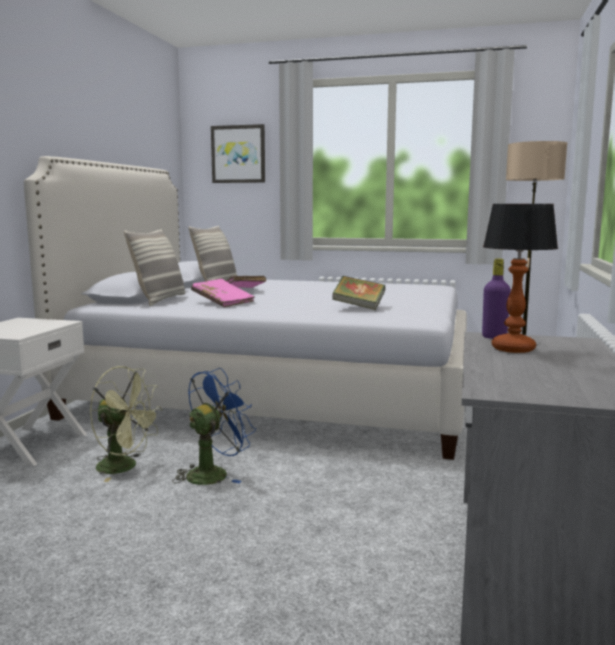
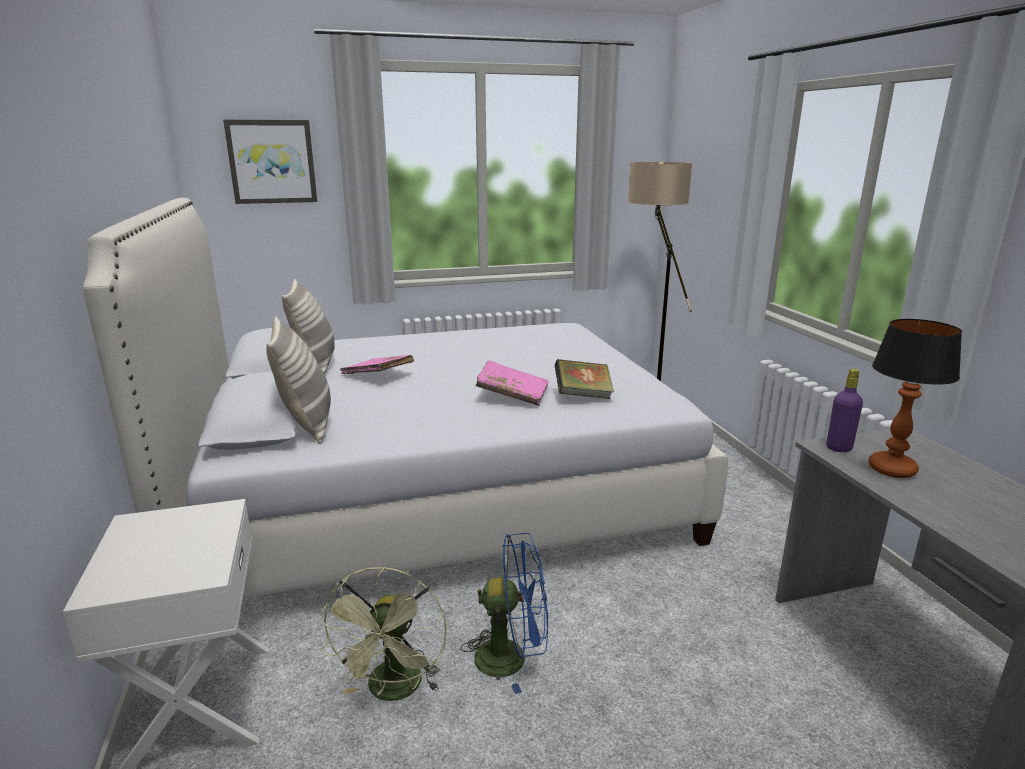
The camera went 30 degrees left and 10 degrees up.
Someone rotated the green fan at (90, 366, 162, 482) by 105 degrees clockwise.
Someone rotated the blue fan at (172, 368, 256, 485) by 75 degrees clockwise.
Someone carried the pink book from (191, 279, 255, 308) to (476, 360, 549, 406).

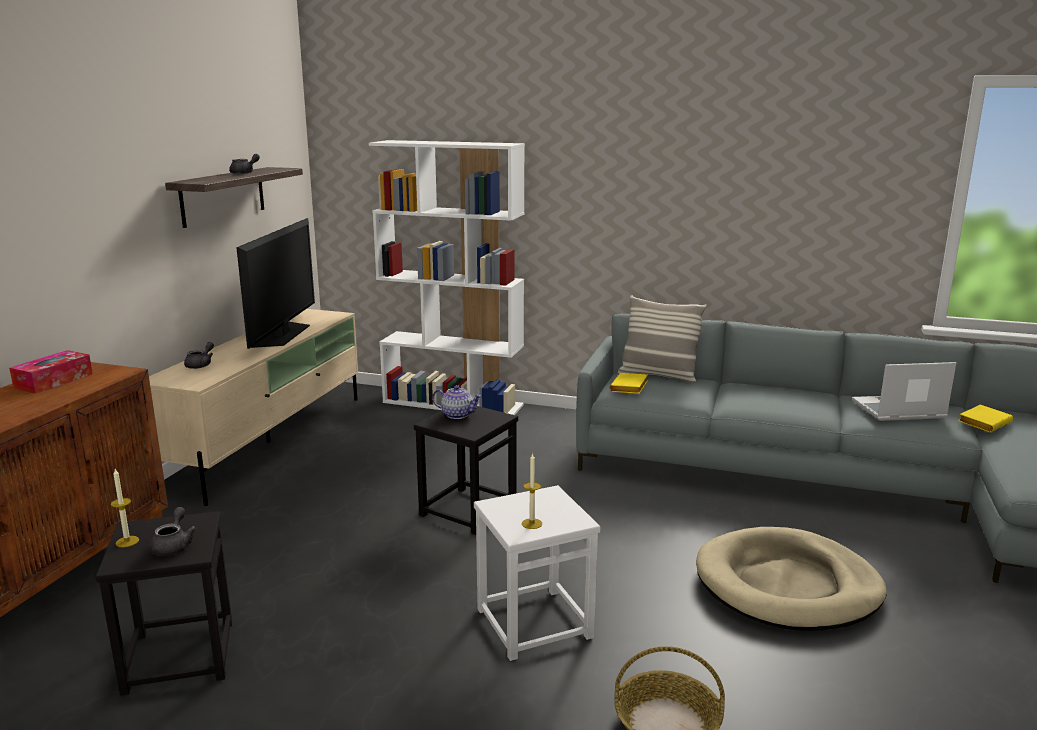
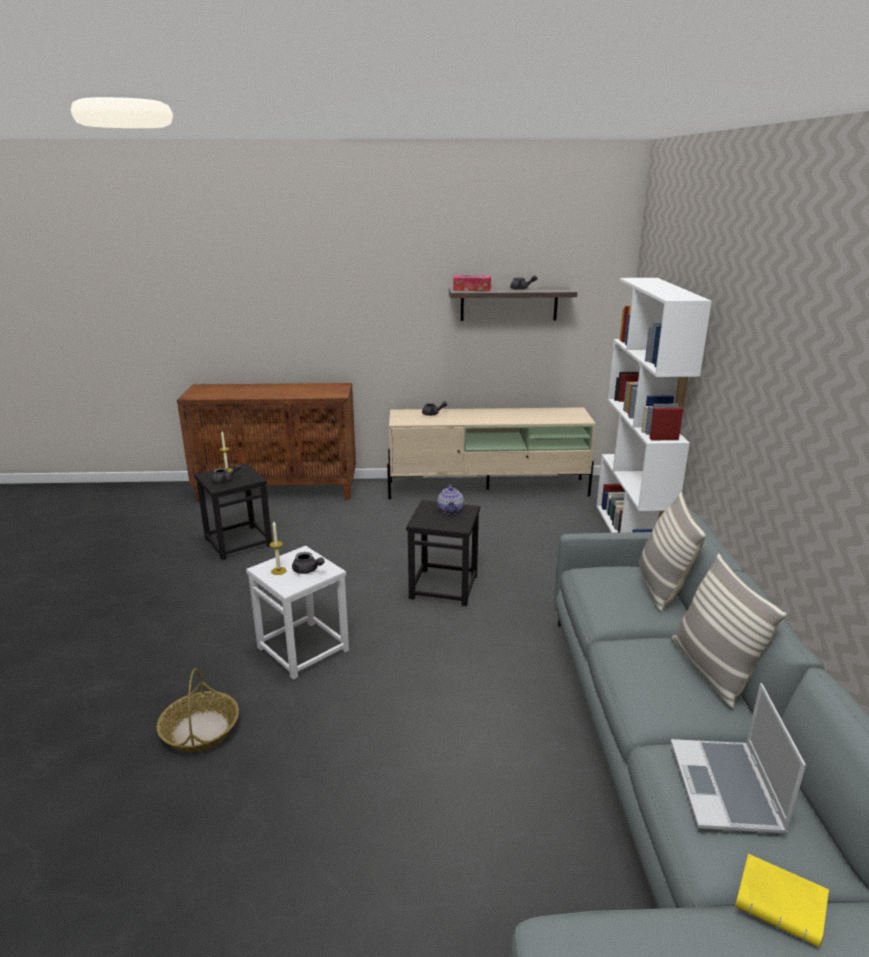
The camera went 70 degrees right and 5 degrees up.
Someone put down the grey teapot at (292, 552, 325, 574).
Someone carried the tissue box from (9, 350, 93, 394) to (453, 275, 491, 291).
Someone put down the pillow at (671, 554, 787, 708).
Someone rotated the laptop at (852, 362, 956, 421) by 150 degrees counterclockwise.
Someone took away the television at (236, 218, 315, 349).
Someone took away the yellow book at (610, 373, 648, 394).
Someone took away the beige dog bed at (696, 527, 887, 631).

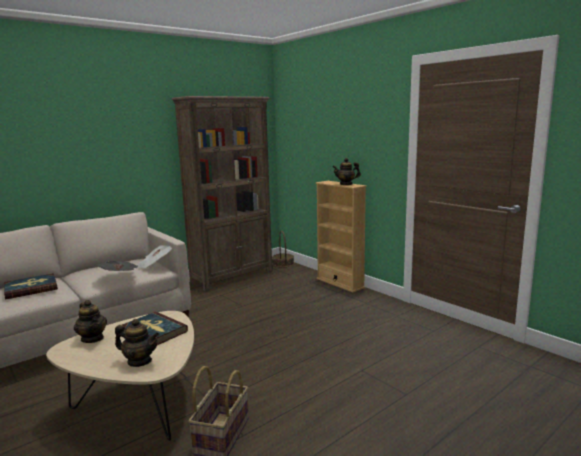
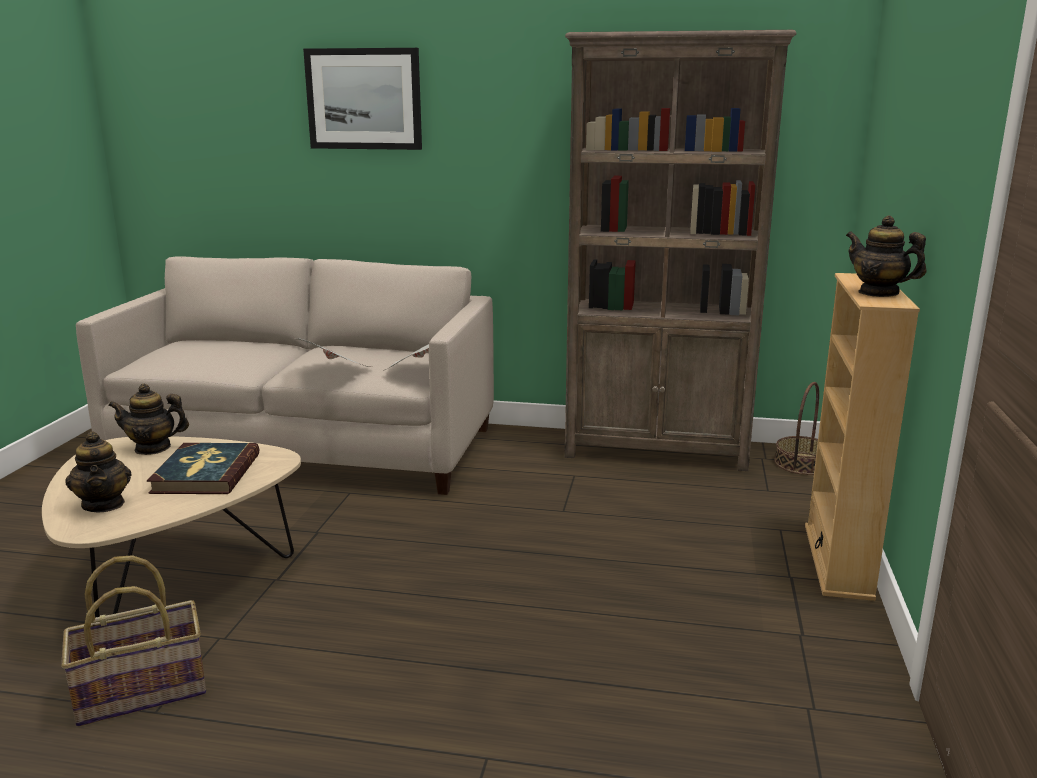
The camera went 50 degrees right and 5 degrees up.
Someone rotated the teapot at (74, 300, 107, 343) by 75 degrees clockwise.
Someone put up the picture at (303, 48, 422, 150).
Someone took away the book at (4, 273, 58, 300).

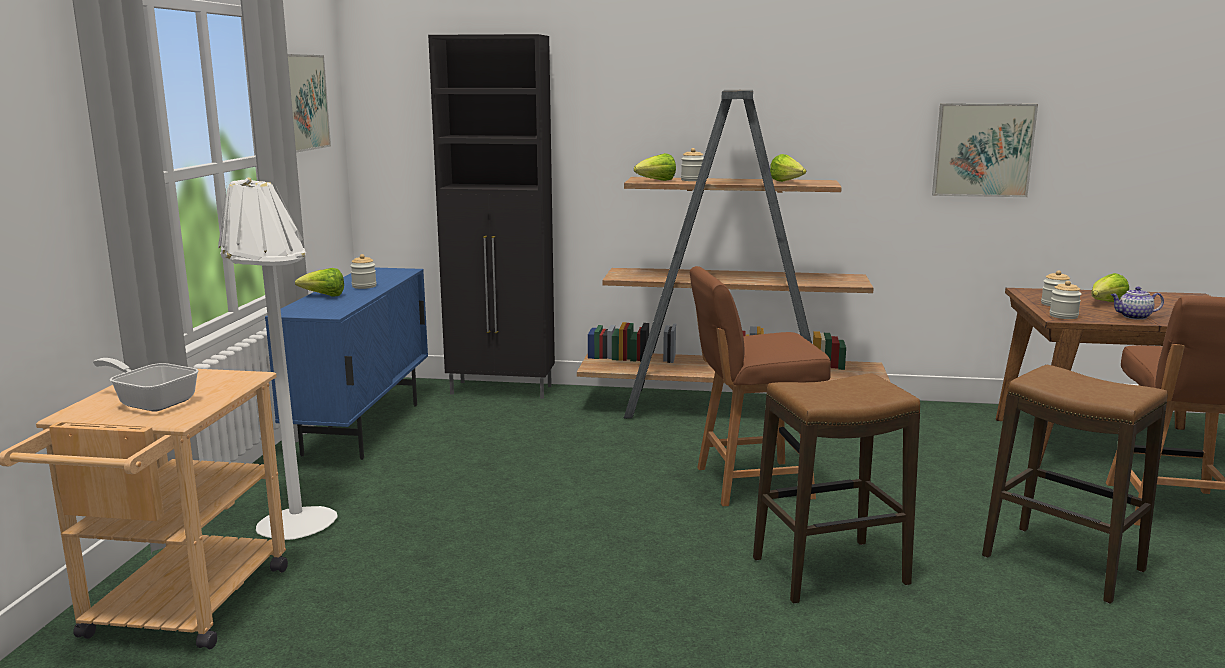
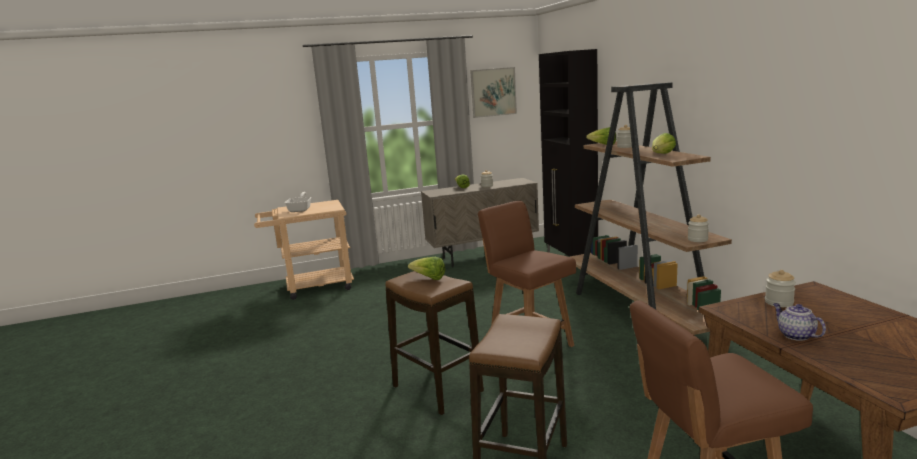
The camera went 65 degrees right and 0 degrees up.
Someone carried the lettuce from (1091, 273, 1129, 302) to (408, 257, 445, 280).
Someone repainted the blue cabinet at (265, 267, 428, 460), which became the beige cabinet at (421, 178, 539, 267).
Someone carried the jar from (1050, 281, 1082, 319) to (688, 215, 709, 242).
Someone took away the white floor lamp at (218, 178, 338, 540).
Someone took away the picture at (932, 103, 1038, 197).

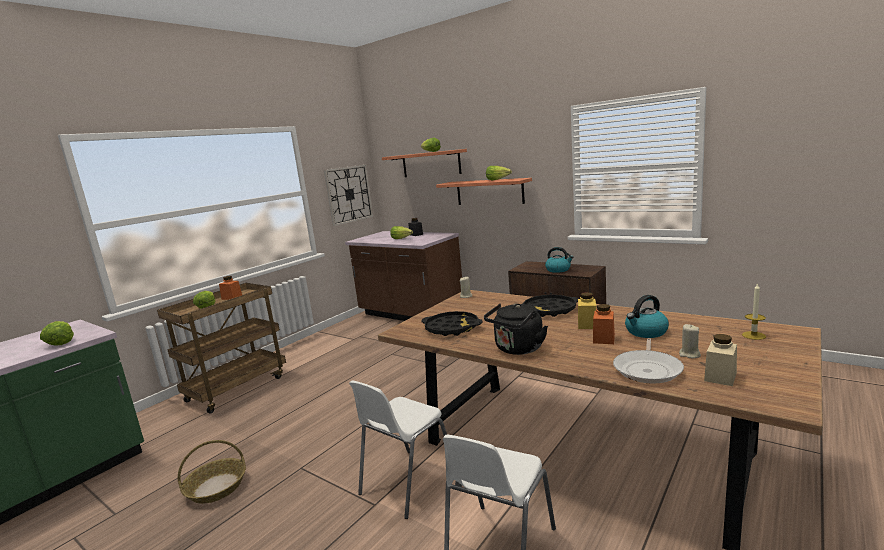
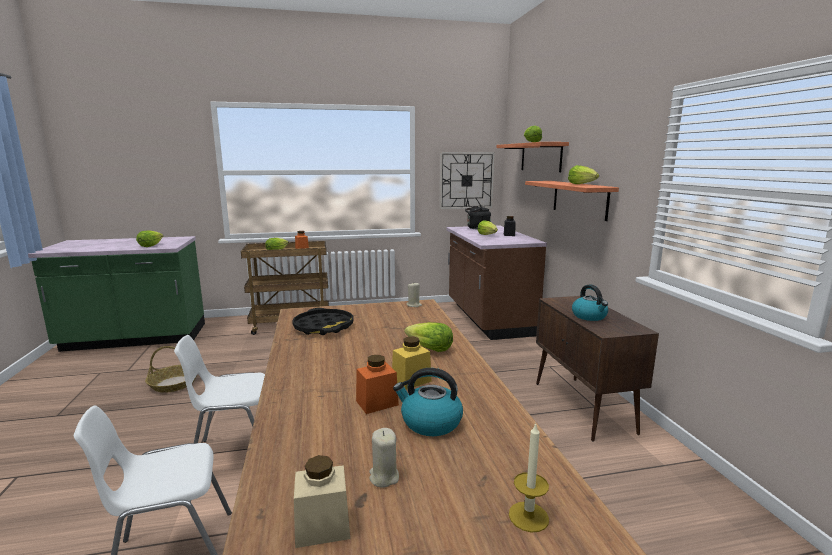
The camera went 40 degrees right and 0 degrees up.
Someone swapped the black tray at (523, 295, 579, 317) for the lettuce at (404, 322, 453, 352).
Someone carried the black kettle from (484, 303, 548, 355) to (465, 206, 491, 230).
Someone took away the frying pan at (613, 338, 684, 384).

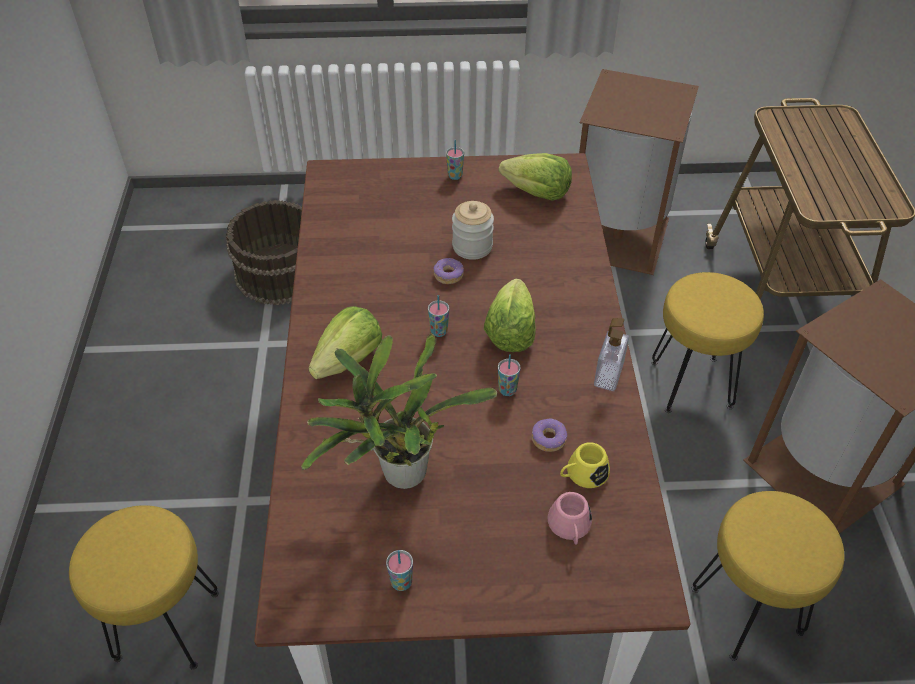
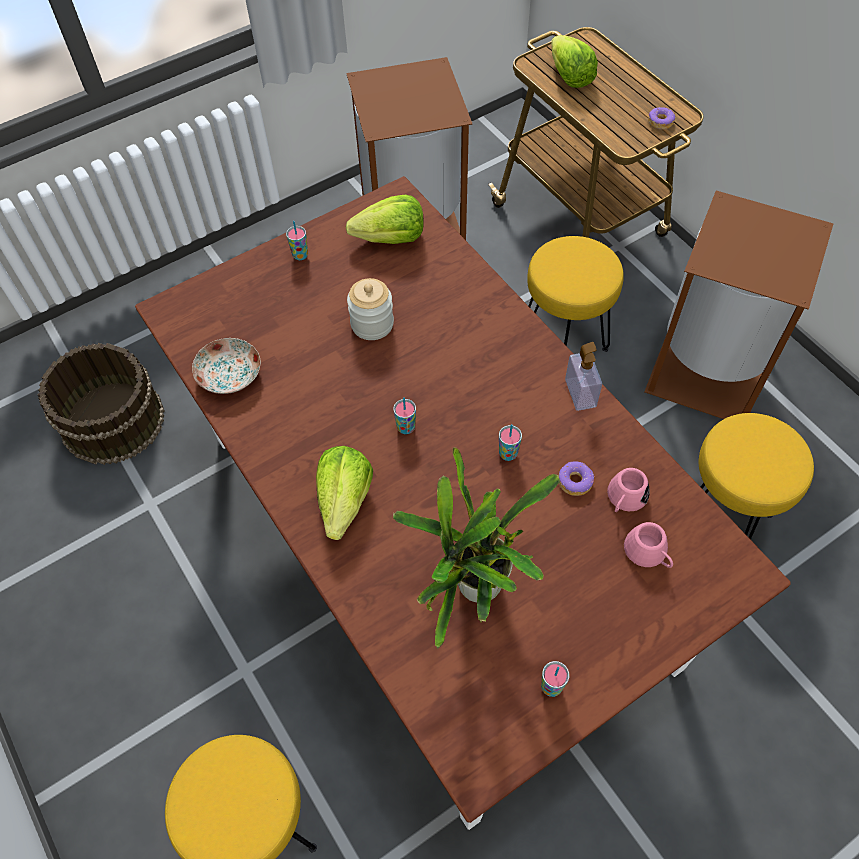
The camera went 30 degrees left and 10 degrees up.
Someone put down the plate at (192, 338, 261, 394).
Someone carried the lettuce from (484, 279, 536, 352) to (551, 35, 598, 88).
Someone repainted the yellow mug at (560, 442, 610, 488), which became the pink mug at (607, 468, 650, 512).
Someone carried the donut from (433, 258, 464, 284) to (648, 107, 675, 130).

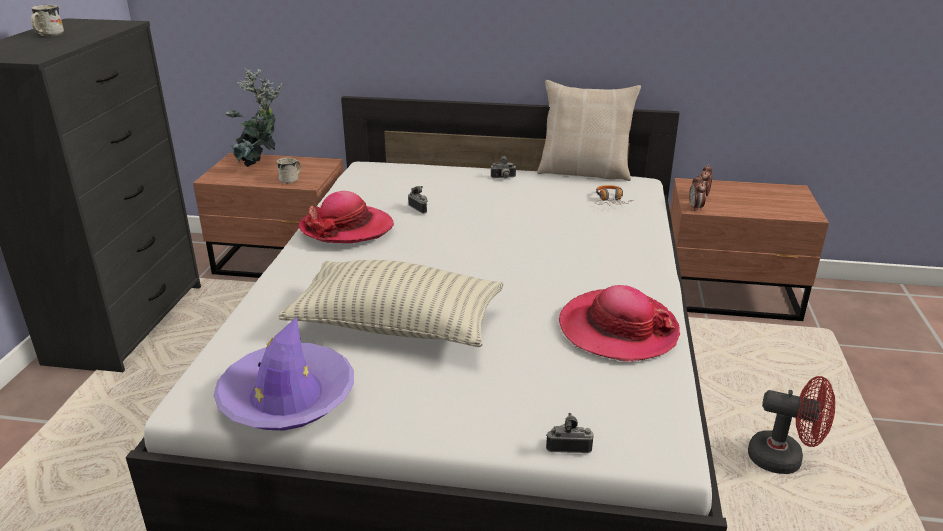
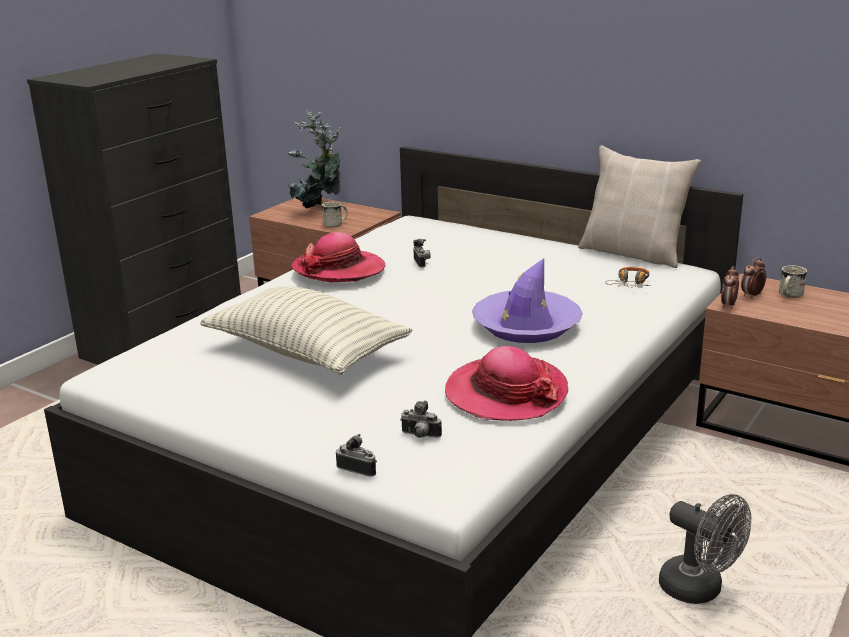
The camera went 25 degrees right and 5 degrees down.
Someone carried the photo camera from (491, 156, 516, 178) to (400, 401, 442, 438).
Someone carried the purple hat from (214, 317, 354, 430) to (472, 258, 583, 343).
Someone repainted the red fan at (748, 376, 835, 474), which became the grey fan at (659, 494, 751, 604).
Someone carried the white mug from (31, 5, 64, 36) to (779, 265, 807, 298).

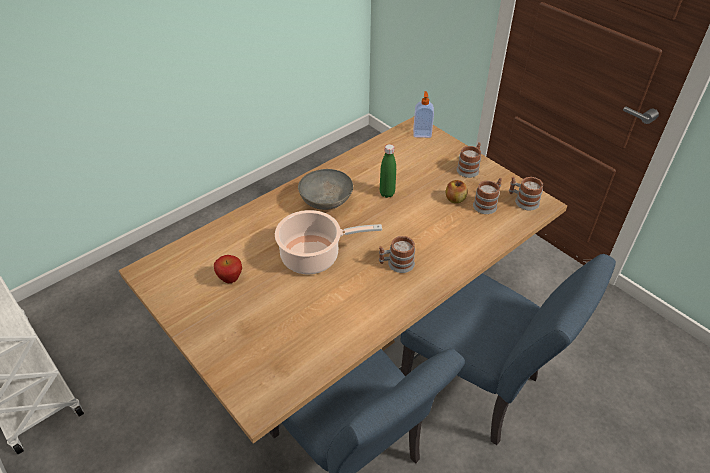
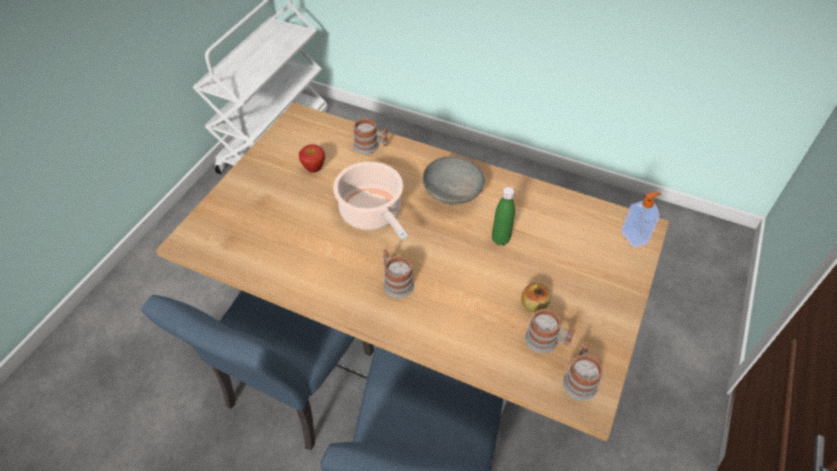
The camera went 65 degrees right and 5 degrees up.
Someone carried the mug from (457, 142, 481, 178) to (353, 118, 388, 154).

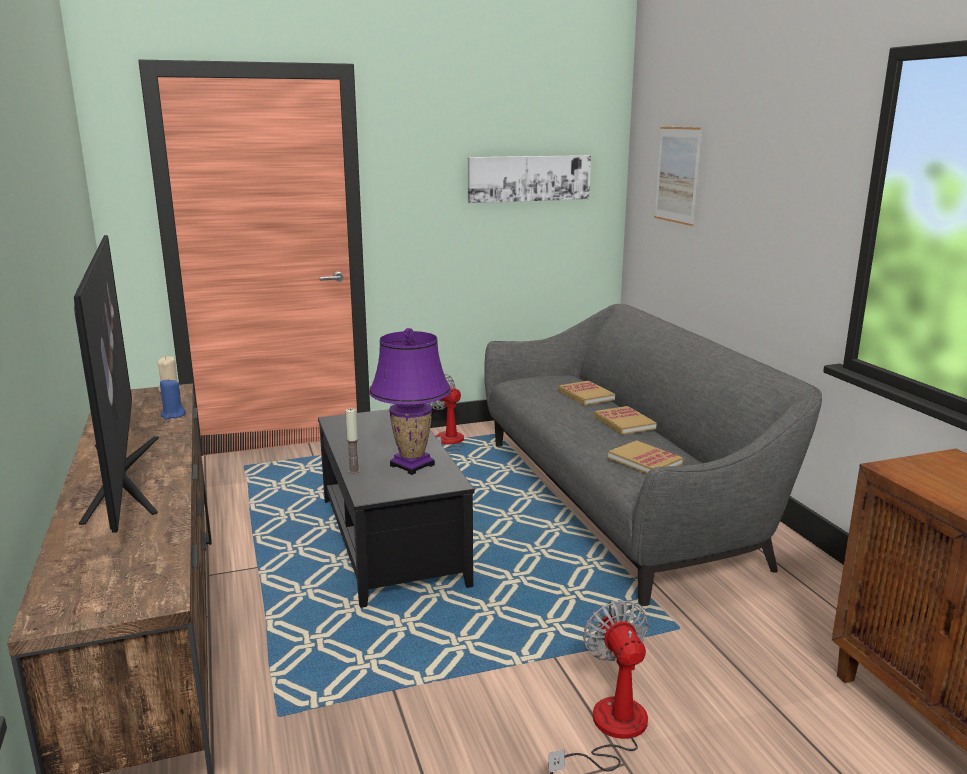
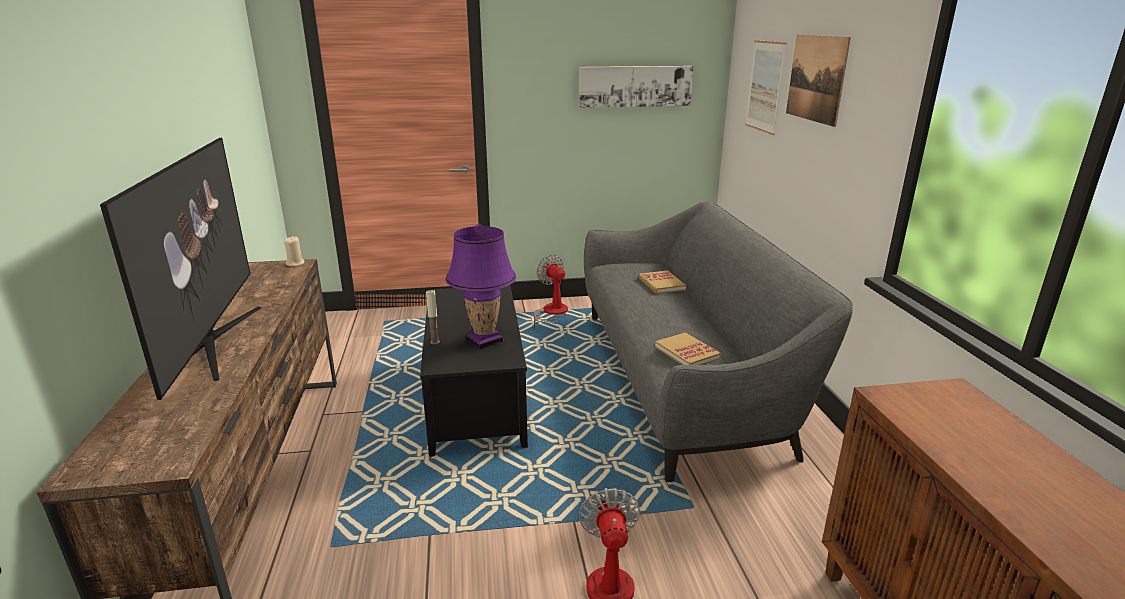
The camera went 10 degrees right and 5 degrees up.
Someone put up the picture at (786, 35, 851, 127).
Someone took away the blue candle at (160, 378, 186, 419).
Someone took away the book at (594, 406, 657, 435).

